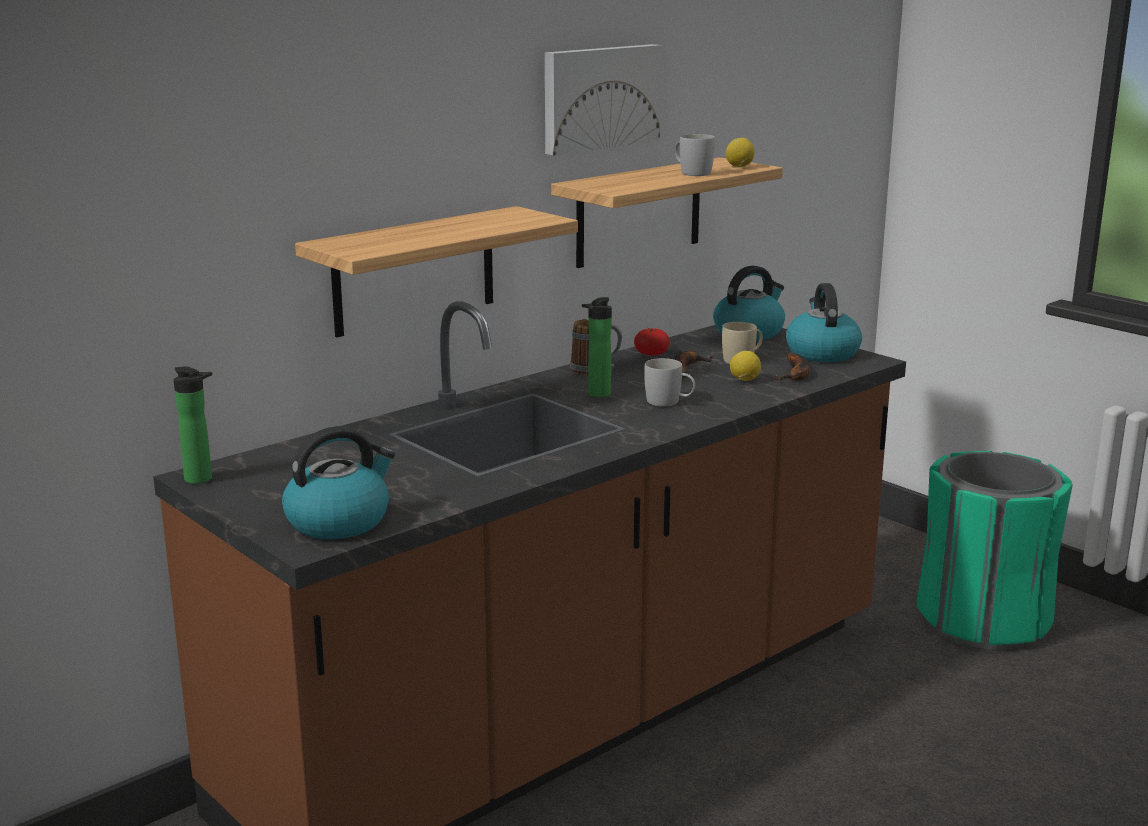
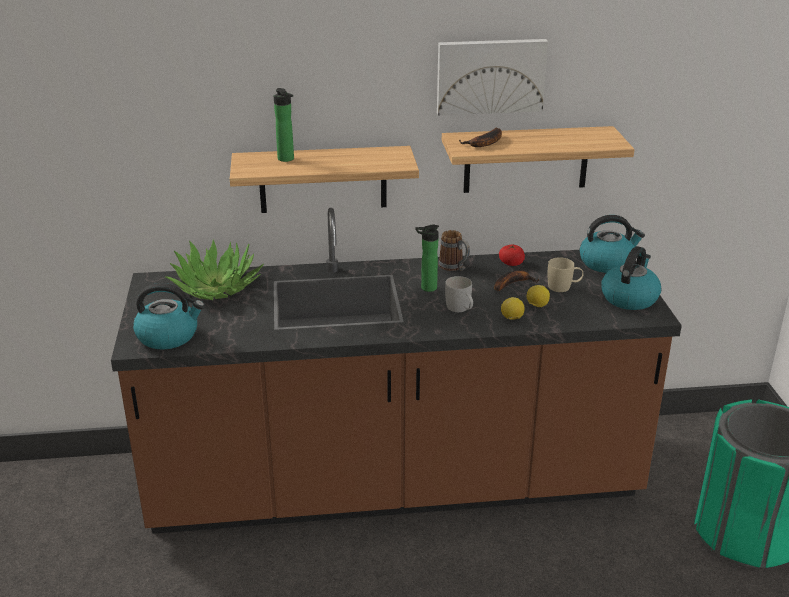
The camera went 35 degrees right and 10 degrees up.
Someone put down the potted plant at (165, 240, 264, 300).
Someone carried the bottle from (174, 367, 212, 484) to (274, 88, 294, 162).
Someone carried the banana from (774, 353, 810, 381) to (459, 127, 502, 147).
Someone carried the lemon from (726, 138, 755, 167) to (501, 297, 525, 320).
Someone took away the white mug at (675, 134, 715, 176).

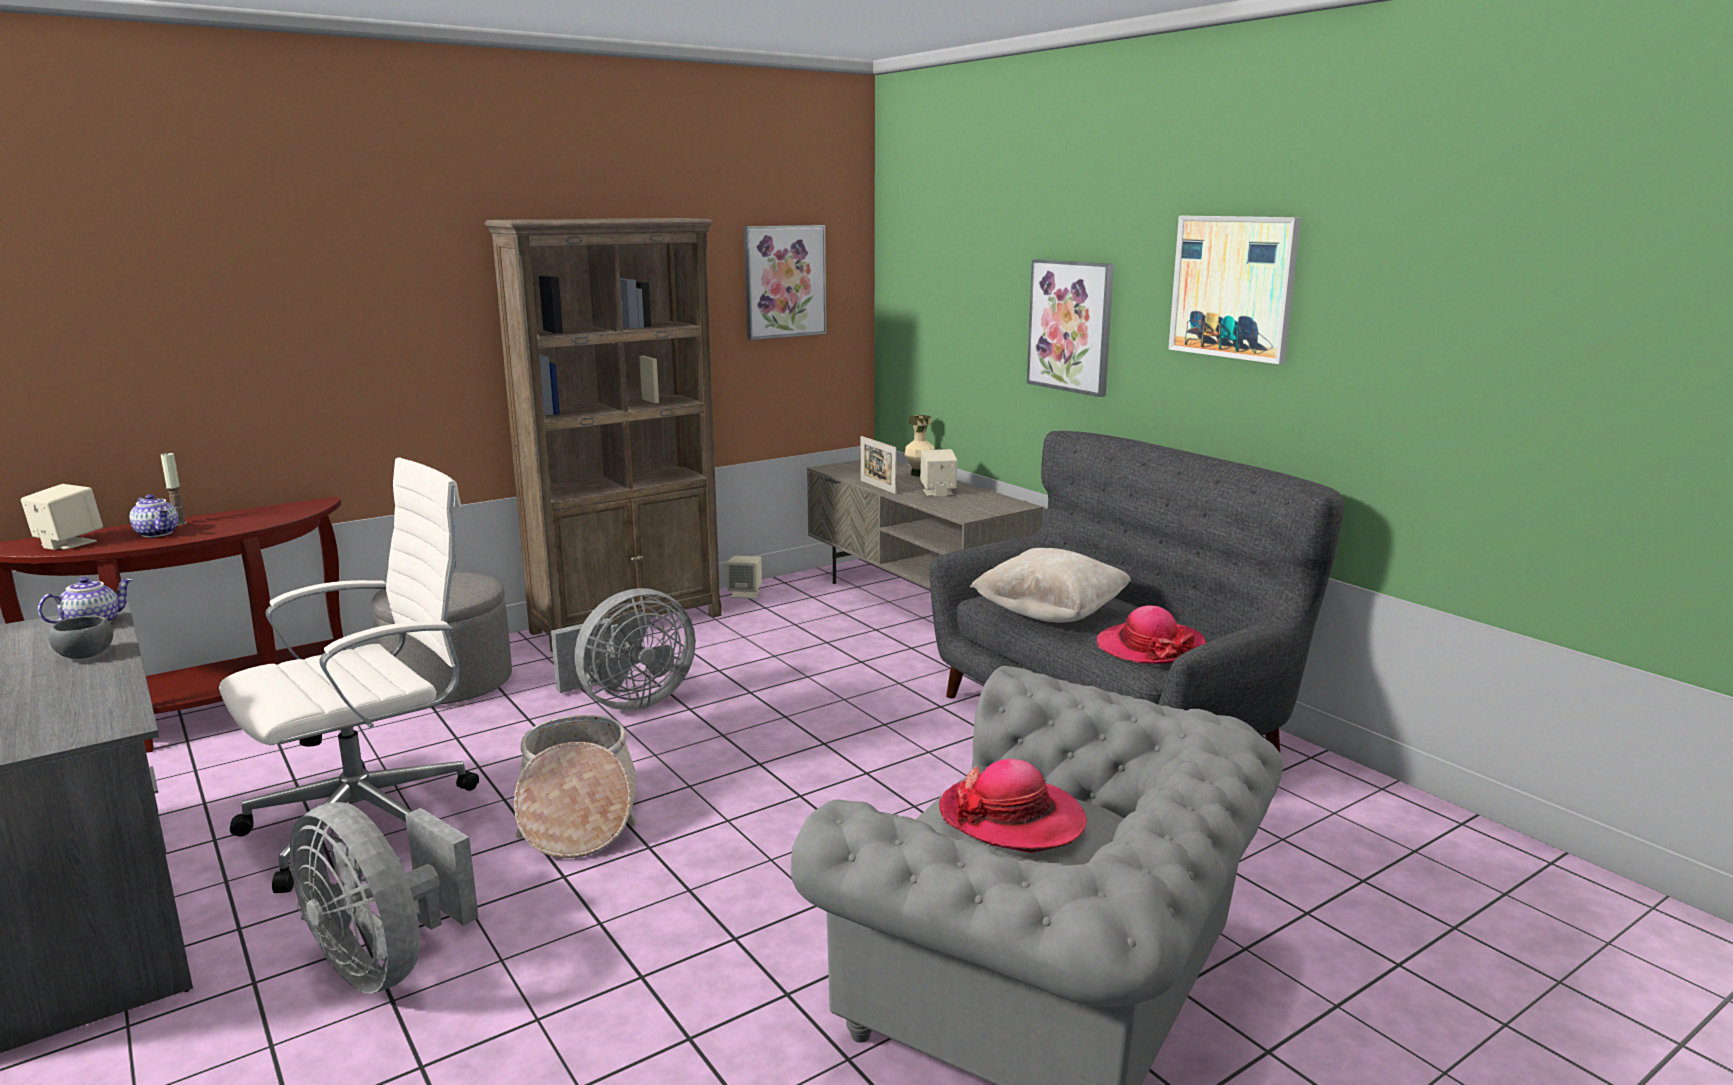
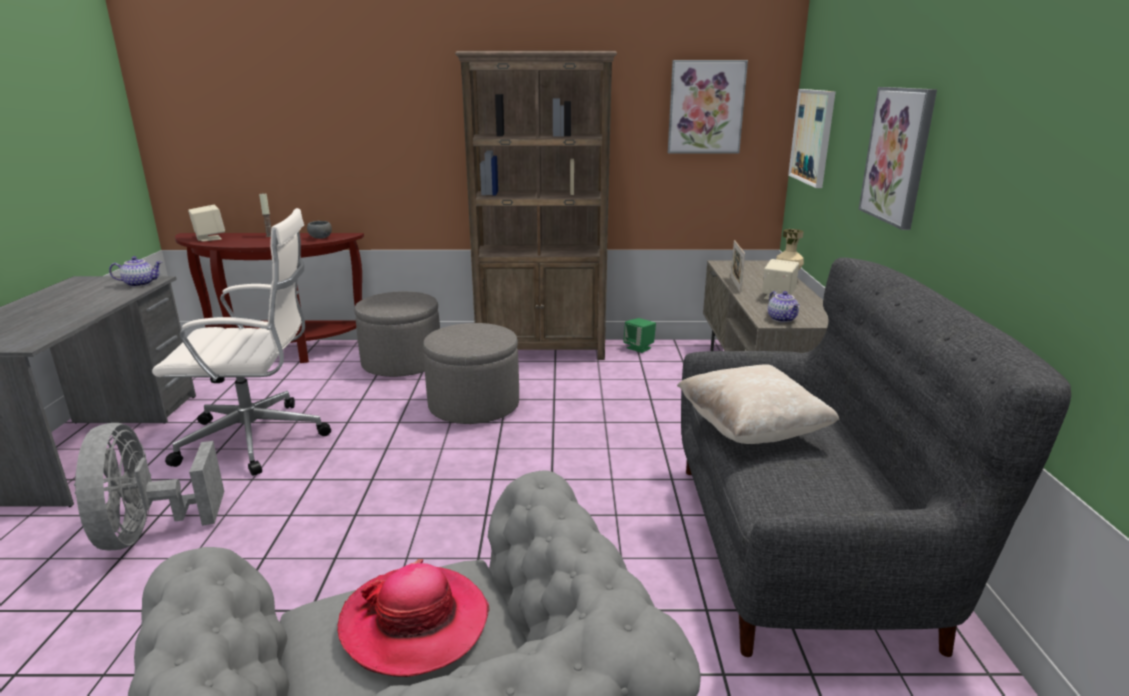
The camera went 35 degrees right and 5 degrees up.
Someone carried the grey bowl from (49, 615, 113, 659) to (307, 221, 332, 239).
Someone swapped the grey fan at (551, 588, 696, 711) for the grey ottoman at (423, 323, 519, 424).
Someone repainted the beige speaker at (726, 556, 762, 599), which became the green speaker at (623, 318, 656, 353).
Someone carried the teapot from (130, 494, 179, 537) to (768, 291, 800, 323).
Someone carried the picture from (1168, 216, 1301, 364) to (788, 89, 836, 188).
Someone took away the basket at (514, 715, 638, 858).
Someone took away the hat at (1097, 605, 1206, 664).

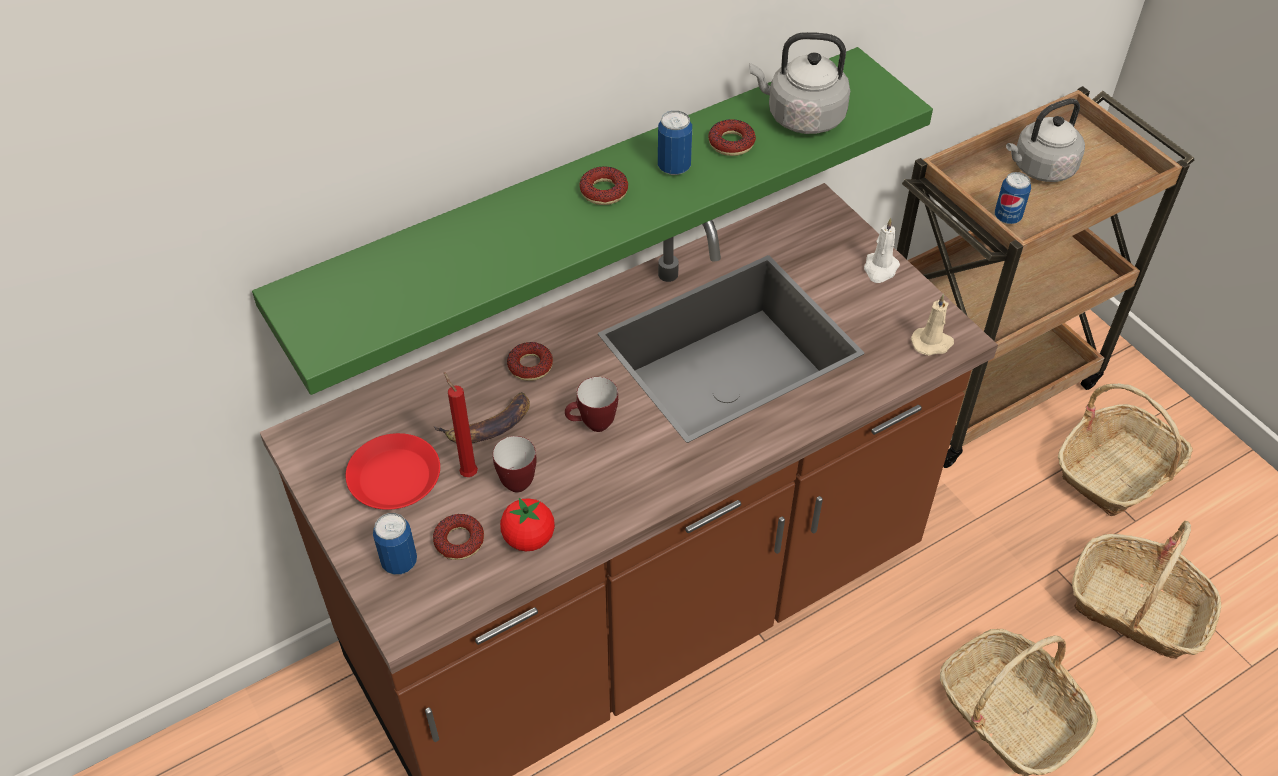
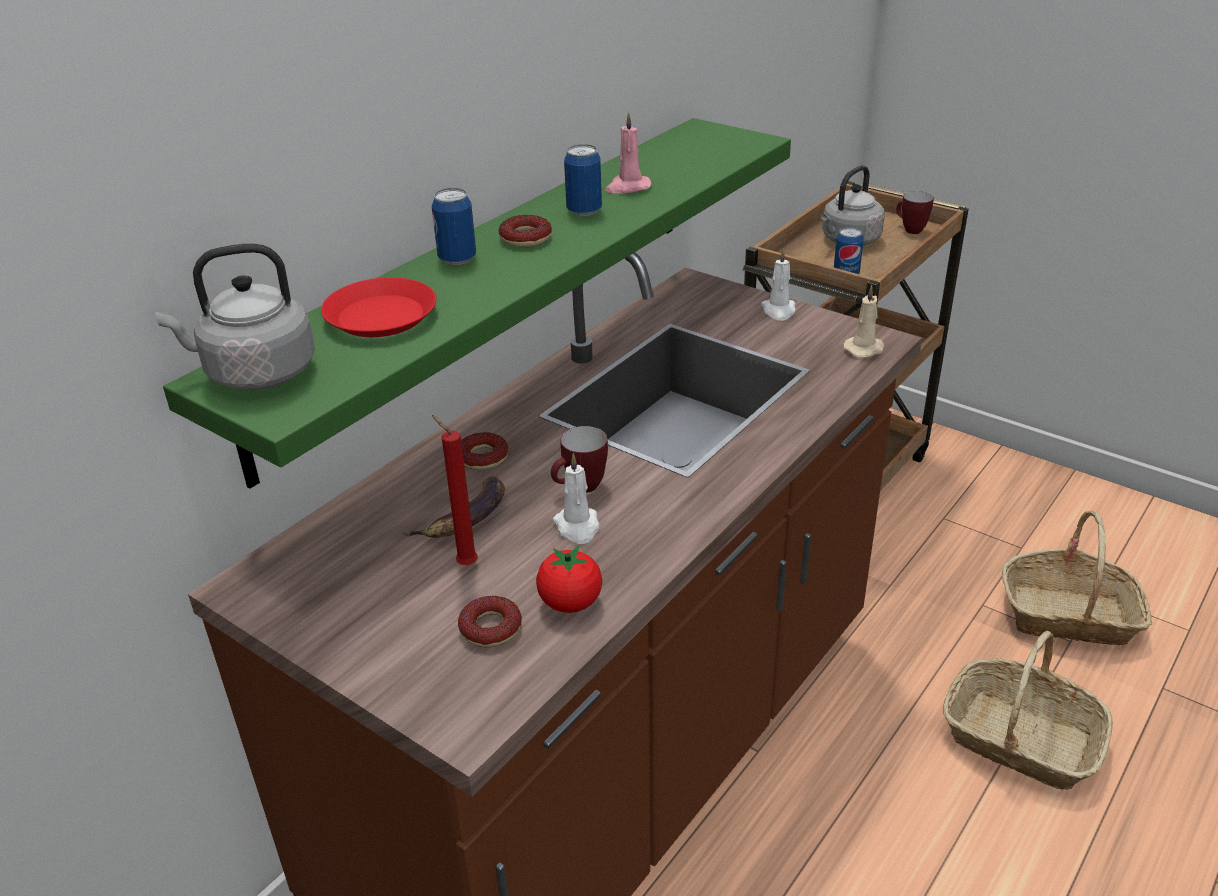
The camera went 20 degrees left and 15 degrees down.
Someone carried the grey kettle from (750, 32, 850, 134) to (155, 243, 315, 390).
Someone carried the red plate from (346, 433, 440, 510) to (321, 277, 436, 337).
Someone carried the can from (373, 513, 417, 575) to (432, 188, 476, 265).
Someone put down the white candle at (553, 453, 599, 544).
Someone swapped the donut at (708, 119, 756, 156) for the pink candle at (605, 112, 651, 193).
Someone carried the mug from (493, 436, 537, 493) to (896, 191, 934, 234).
Someone took away the basket at (1058, 383, 1193, 516).

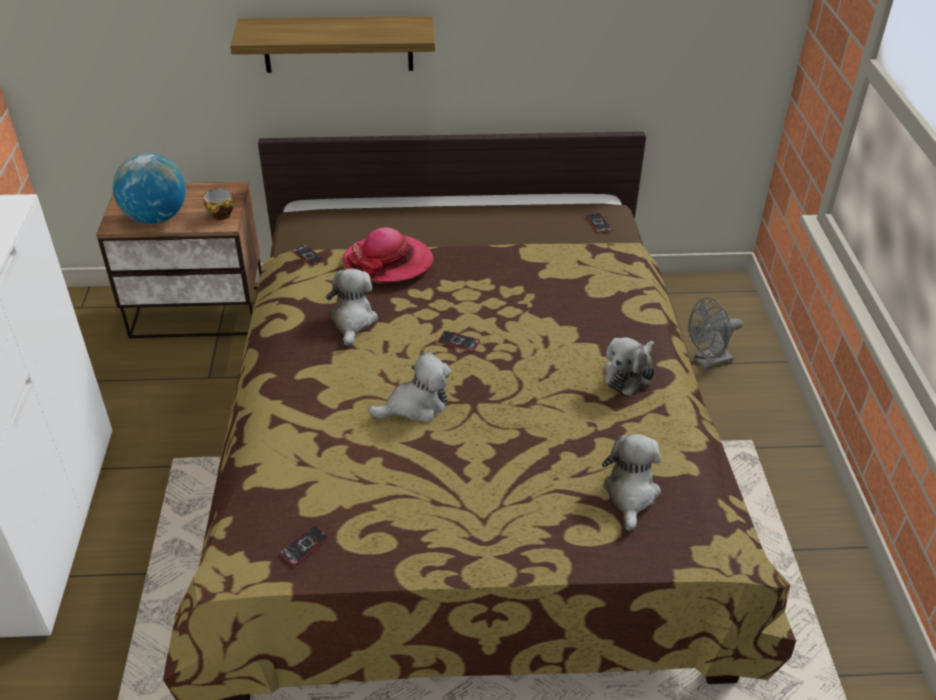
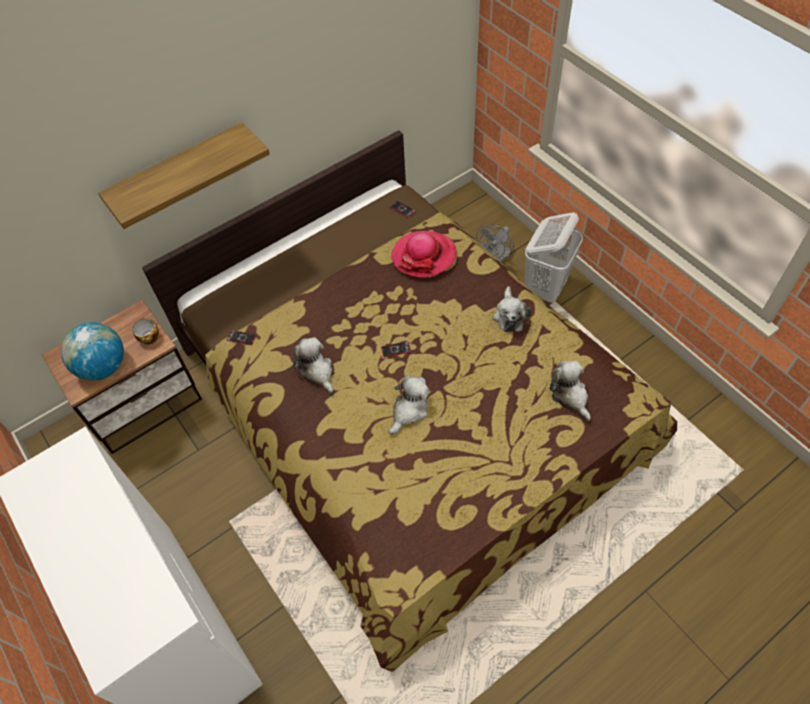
The camera went 30 degrees left and 15 degrees up.
Someone carried the hat from (343, 227, 434, 283) to (391, 231, 457, 278).
Someone put down the white laundry basket at (525, 212, 583, 303).
Someone took away the phone at (279, 525, 329, 565).

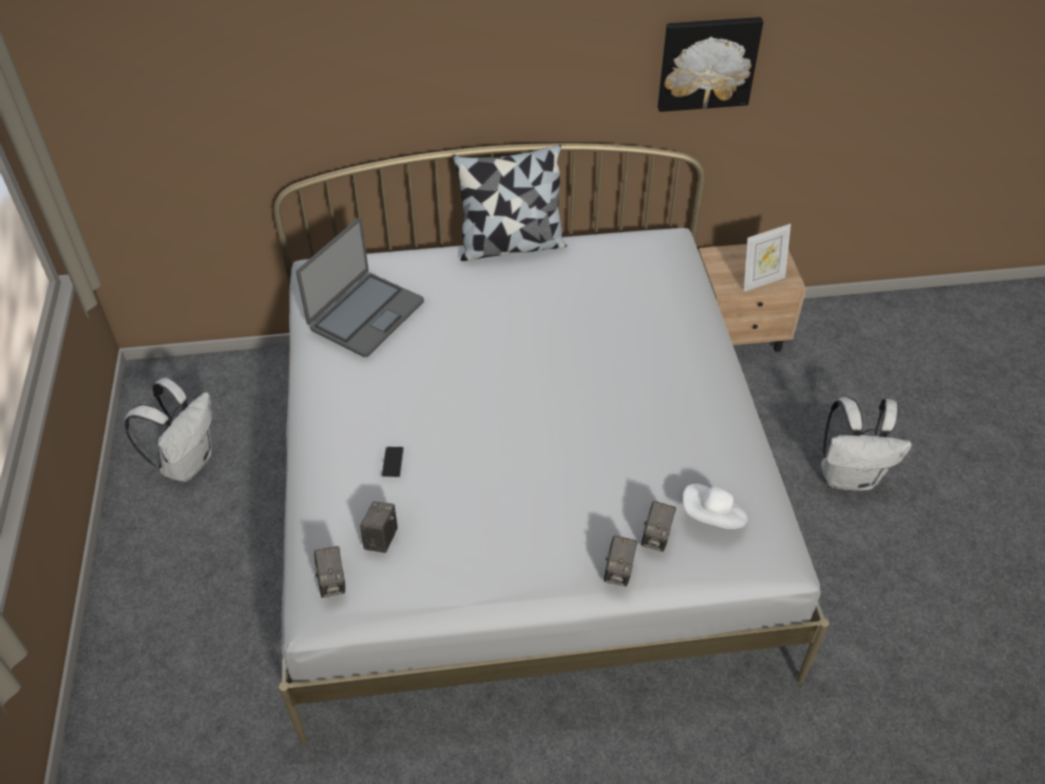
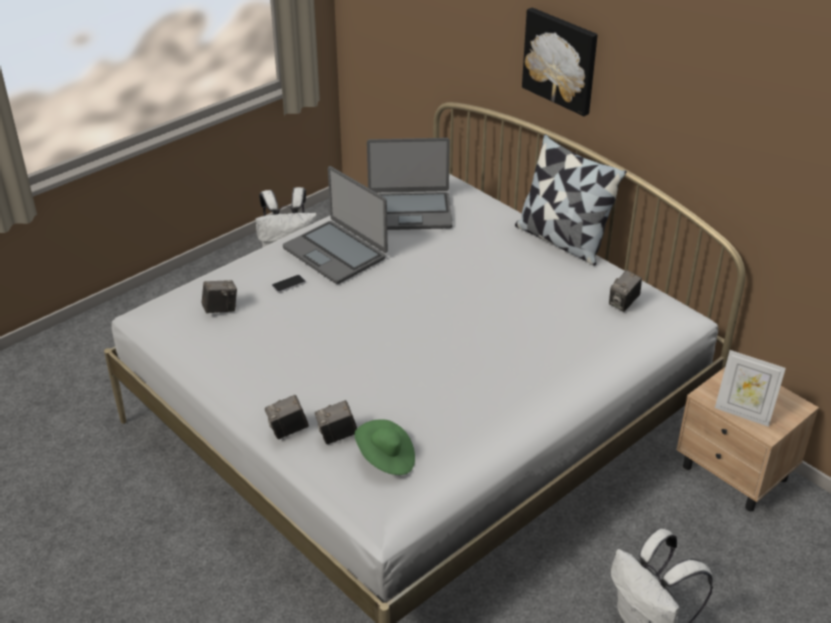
The camera went 55 degrees right and 10 degrees down.
Someone put down the laptop at (283, 166, 388, 284).
Someone repainted the white hat at (683, 484, 748, 529), which became the green hat at (355, 419, 415, 475).
Someone carried the picture from (658, 17, 763, 112) to (522, 8, 598, 116).
Someone carried the photo camera from (314, 546, 345, 598) to (609, 270, 642, 312).

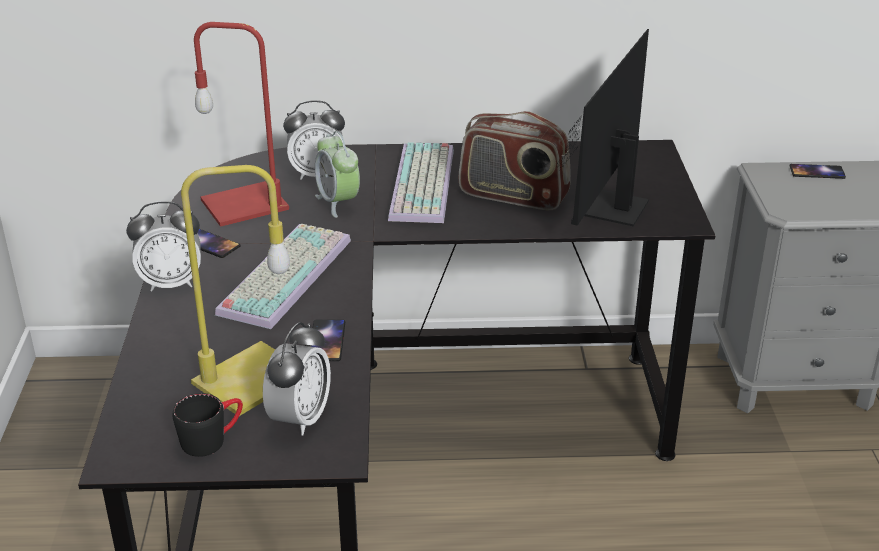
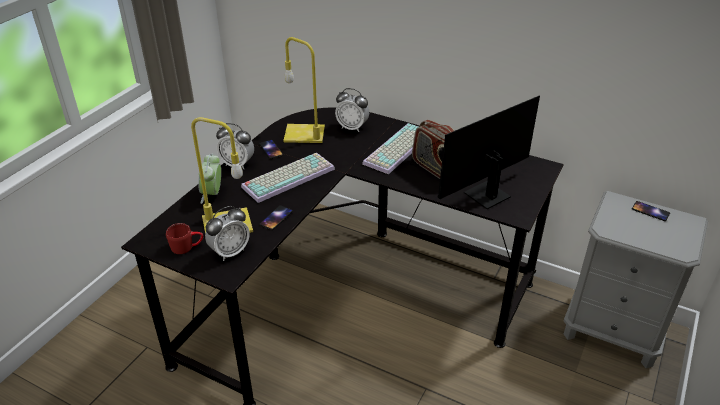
The camera went 30 degrees right and 5 degrees up.
Someone repainted the black mug at (173, 393, 243, 457), which became the red mug at (166, 223, 203, 254).
Someone carried the alarm clock from (315, 131, 360, 218) to (198, 154, 221, 204).
Someone repainted the red table lamp at (194, 22, 289, 227), which became the yellow table lamp at (283, 37, 325, 143).

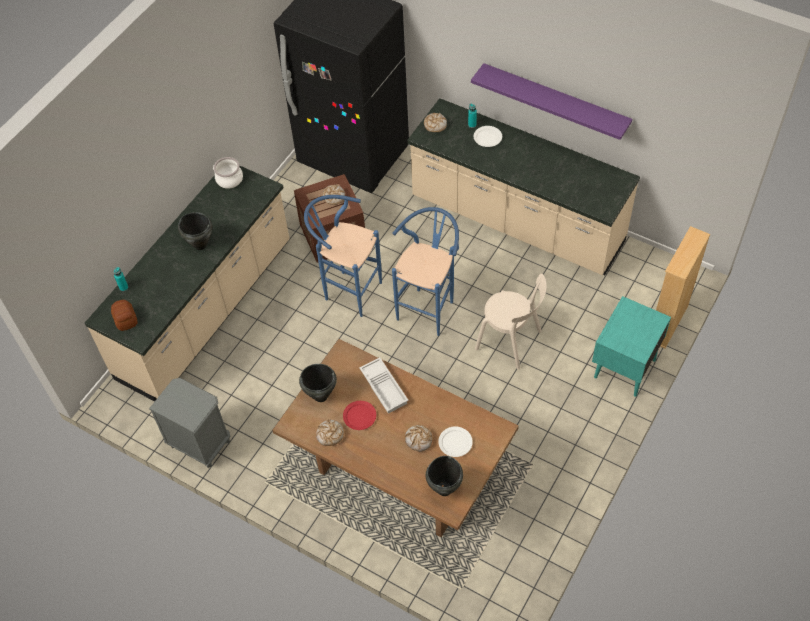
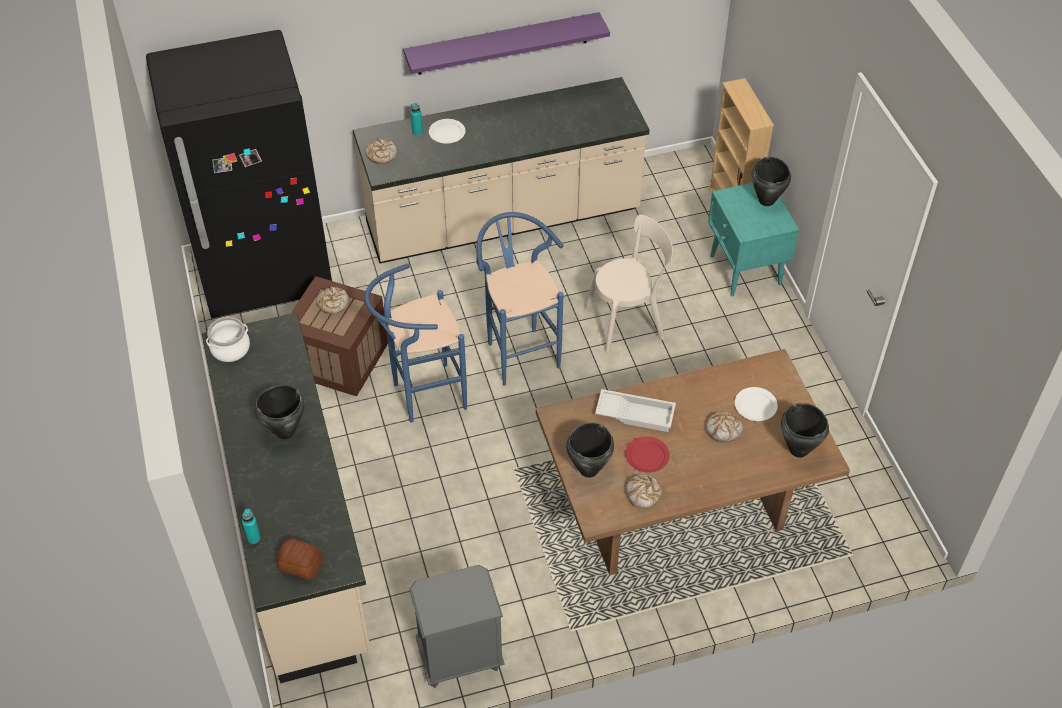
The camera went 50 degrees left and 5 degrees down.
Someone put down the black cooking pot at (751, 157, 791, 206).

